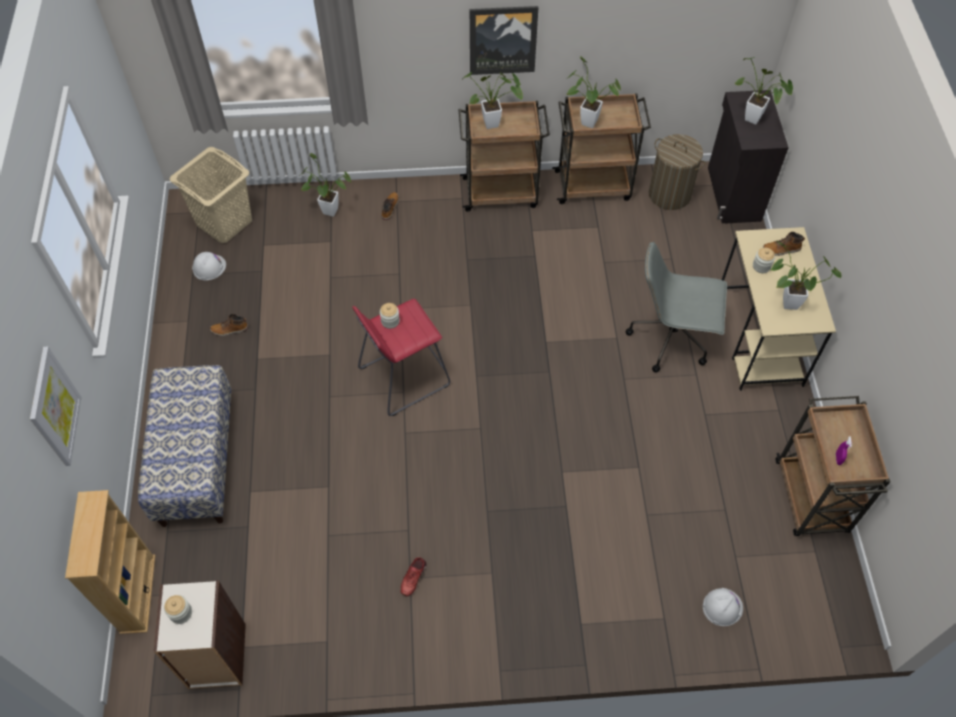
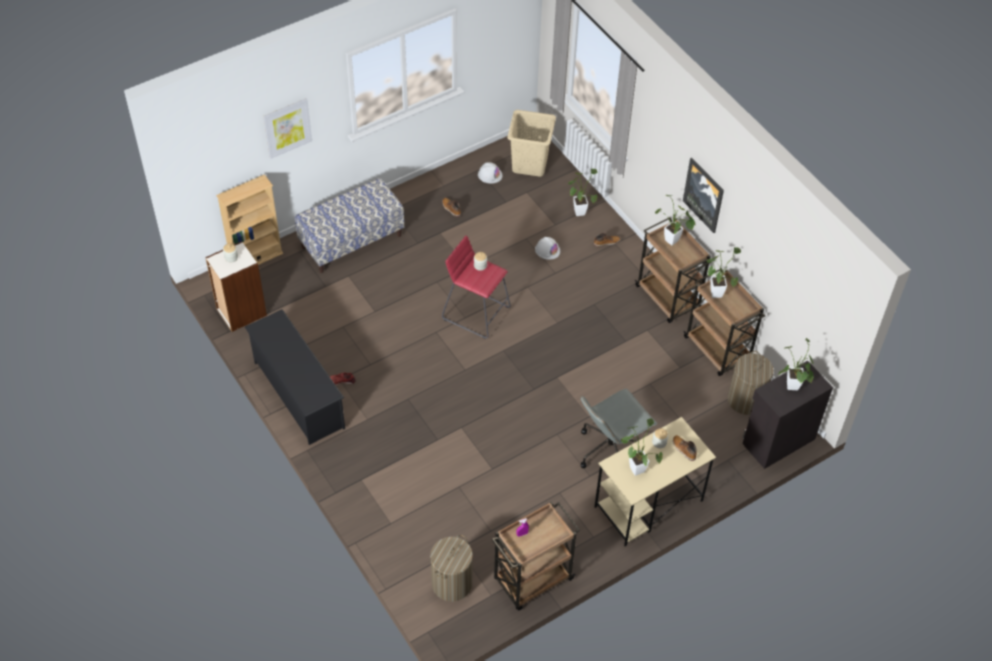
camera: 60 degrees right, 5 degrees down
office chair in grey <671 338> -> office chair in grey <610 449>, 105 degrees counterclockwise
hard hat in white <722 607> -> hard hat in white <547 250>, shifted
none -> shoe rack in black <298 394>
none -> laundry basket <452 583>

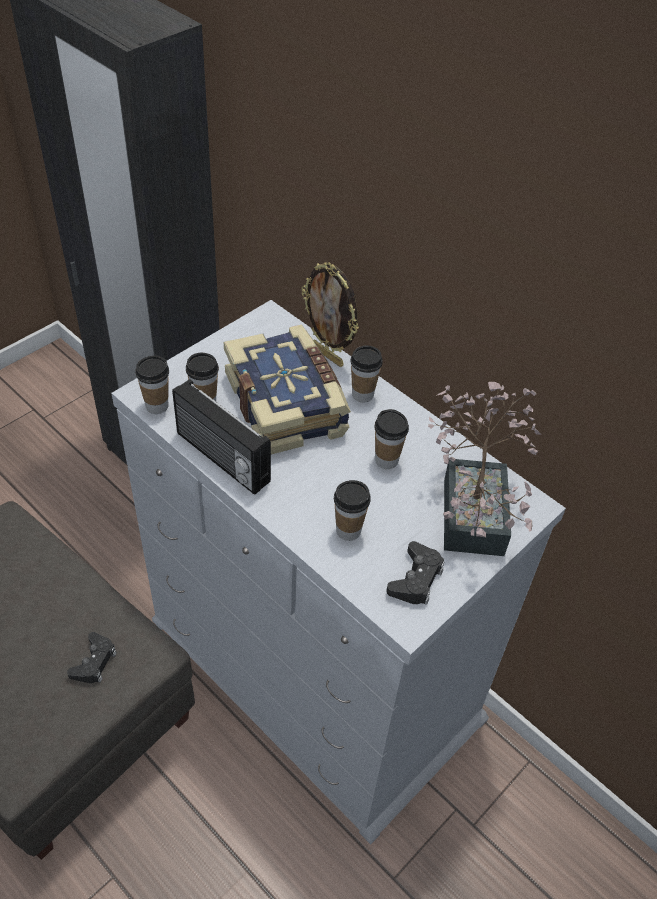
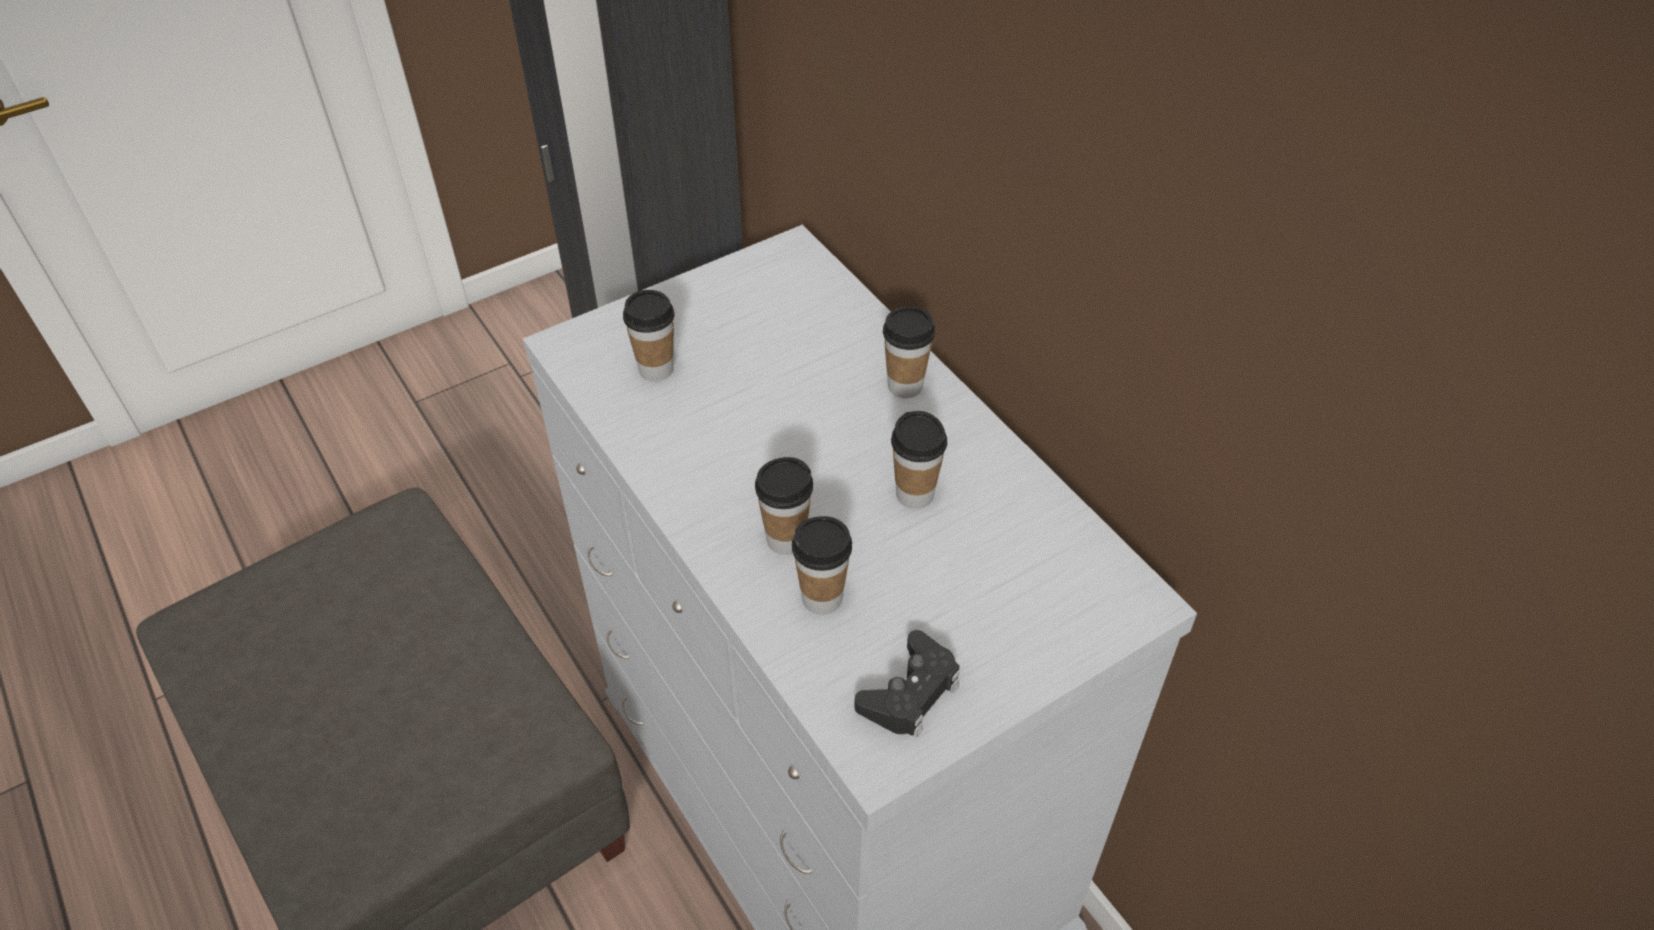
camera: 15 degrees right, 0 degrees up
game controller in black <94 662> -> none
cup <157 406> -> cup <786 539>, shifted
radio <221 458> -> none
book <288 404> -> none
picture frame <328 355> -> none
potted plant <474 506> -> none

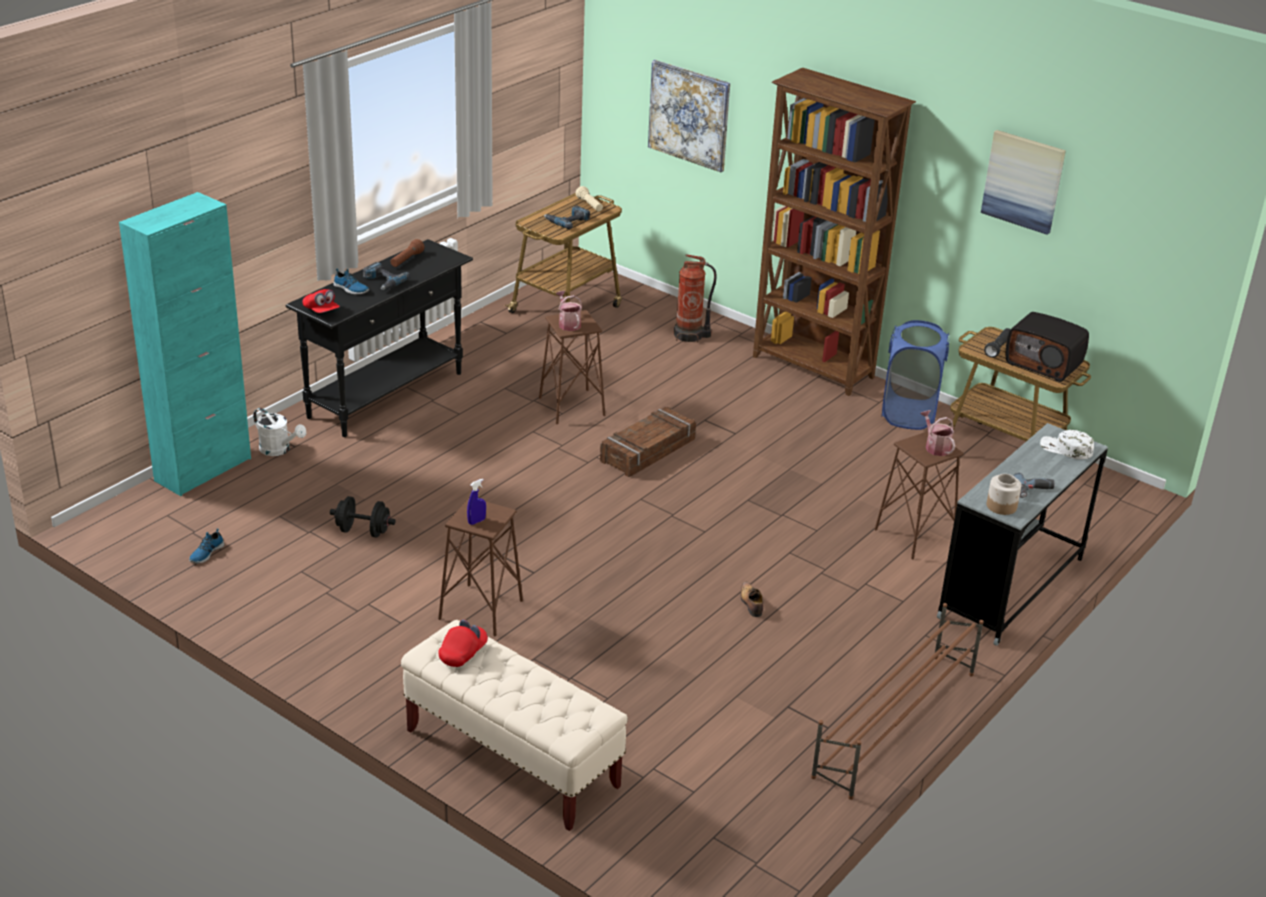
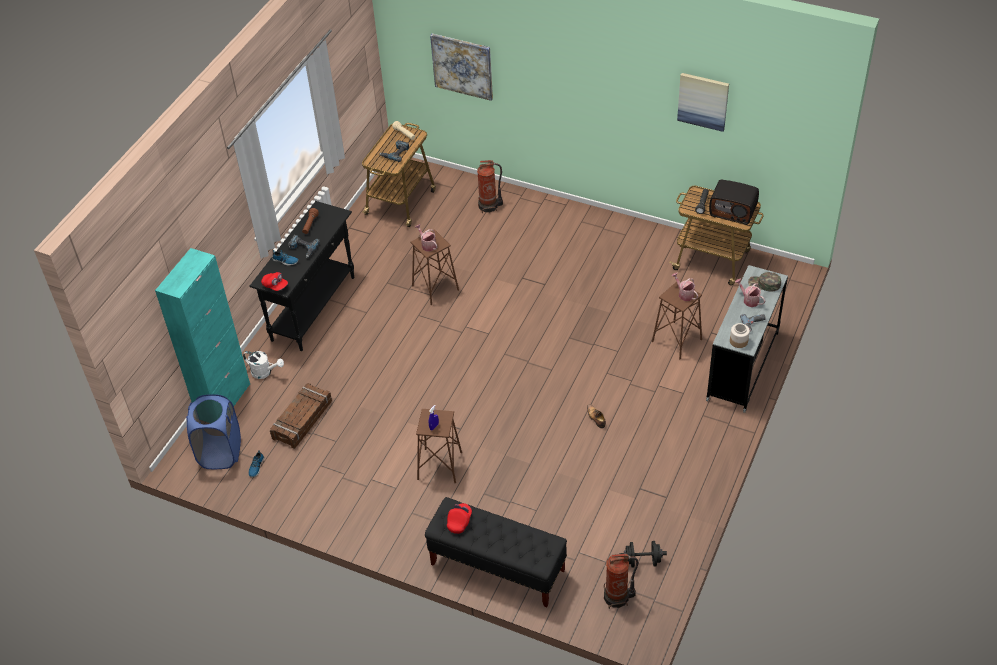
camera: 10 degrees left, 15 degrees up
dumbbell in black <363 531> -> dumbbell in black <642 561>, shifted
bench in beige <511 758> -> bench in black <497 567>
crate <648 451> -> crate <302 420>, shifted
bookcase in brown <813 368> -> none
shoe rack in brown <894 724> -> none
laundry basket in blue <908 414> -> laundry basket in blue <220 452>, shifted
cap in white <1066 449> -> cap in green <764 284>
none -> fire extinguisher <618 597>
none -> watering can <749 300>

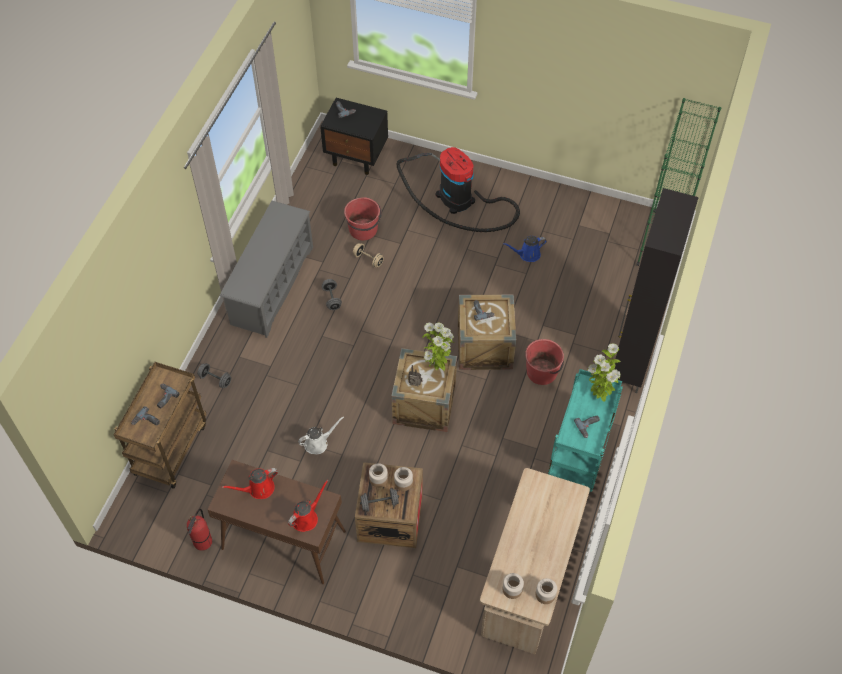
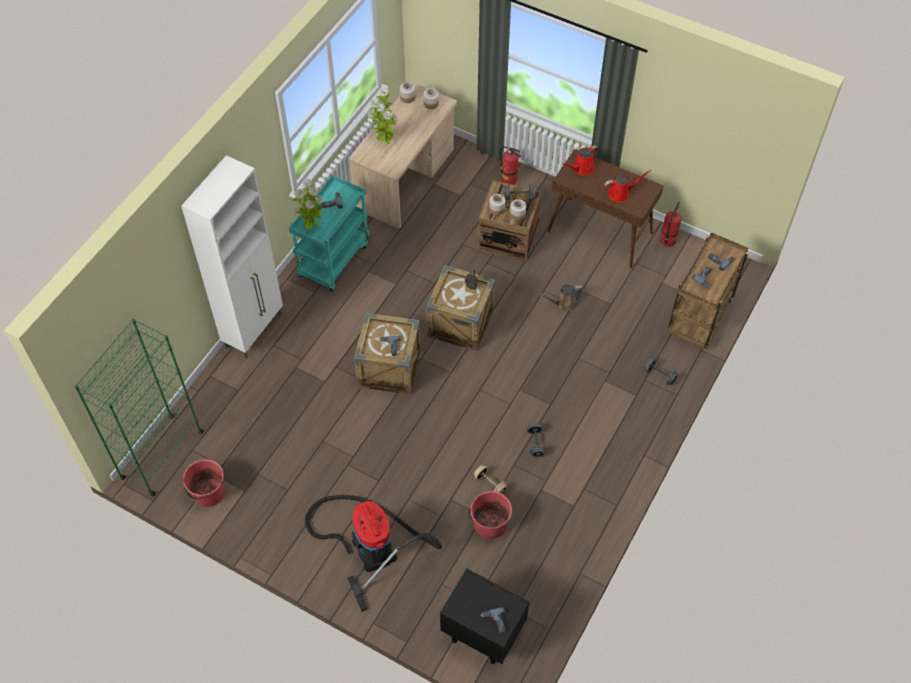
camera: 170 degrees left, 0 degrees up
shoe rack in grey <272 285> -> none
watering can in white <318 443> -> watering can in brown <564 303>
potted plant <436 366> -> potted plant <385 141>, shifted
watering can in blue <527 254> -> none
bucket in red <542 372> -> bucket in red <208 492>, shifted
cabinet in black <630 364> -> cabinet in white <254 330>
none -> fire extinguisher <509 180>

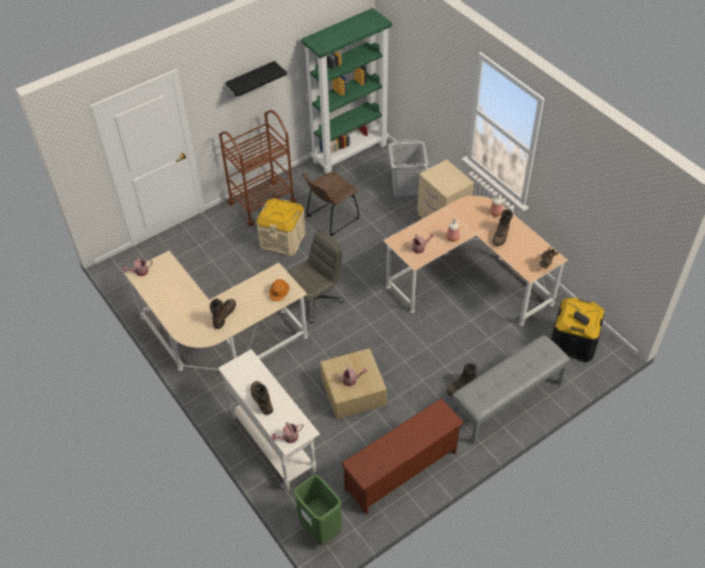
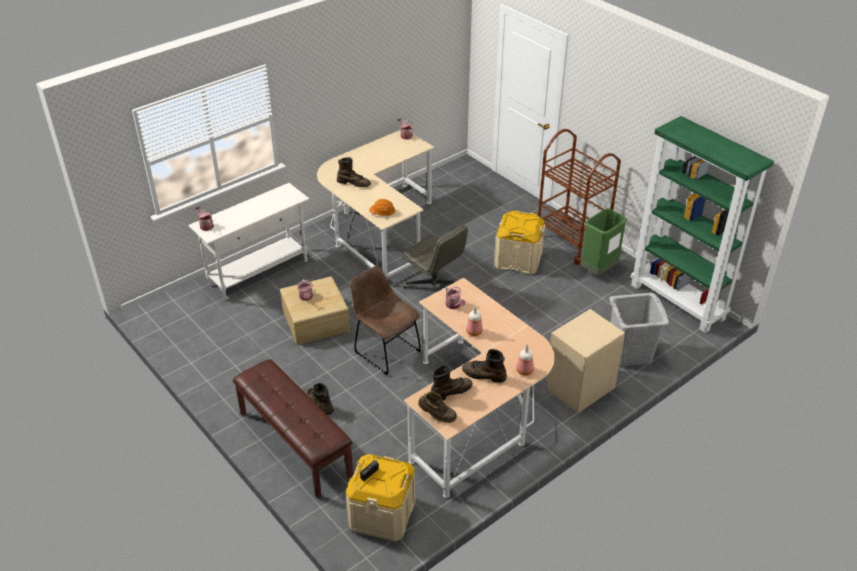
camera: 85 degrees right, 10 degrees down
shelf in black <251 79> -> none
boot in brown <261 399> -> boot in brown <450 392>, shifted
trash can in green <320 529> -> trash can in green <598 270>, shifted
chair in brown <330 219> -> chair in brown <385 350>, shifted
shoe rack in brown <402 472> -> none
bench in grey <507 401> -> bench in brown <294 444>
storage box in black <573 342> -> storage box in beige <382 514>

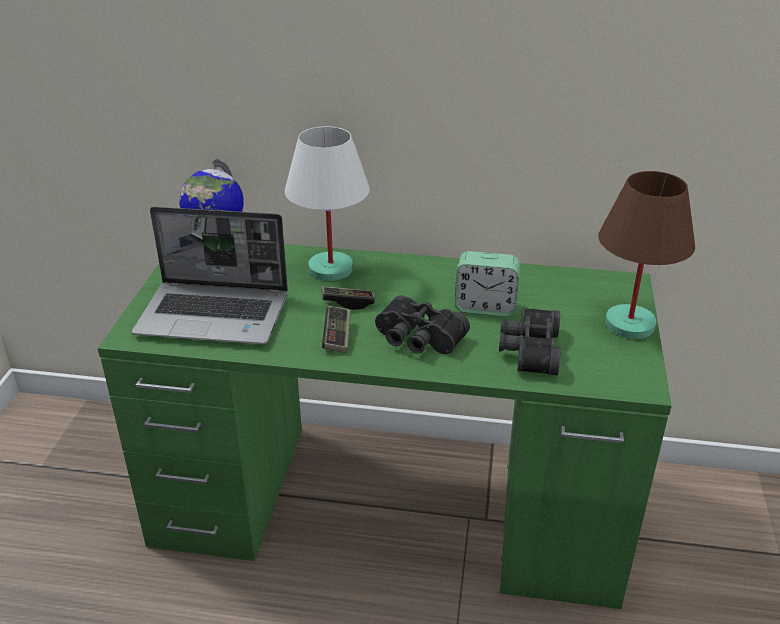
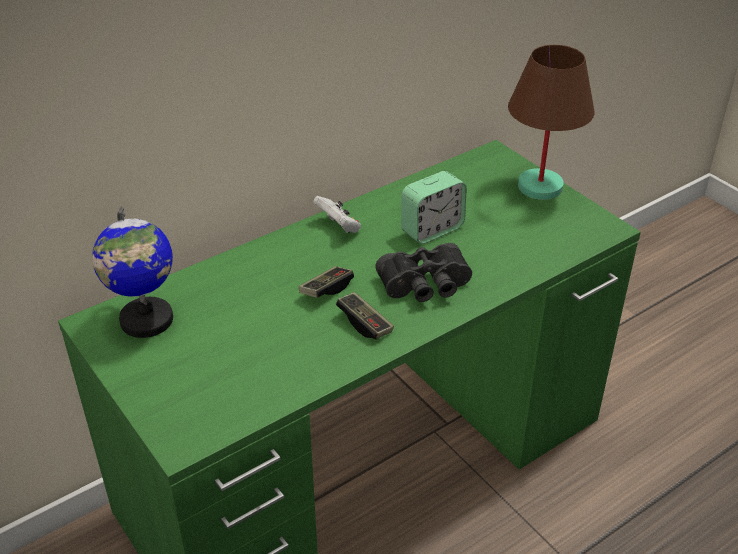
camera: 45 degrees left, 5 degrees up
laptop <215 315> -> none
table lamp in white <331 269> -> none
binoculars in black <528 350> -> none
none -> game controller in white <339 227>

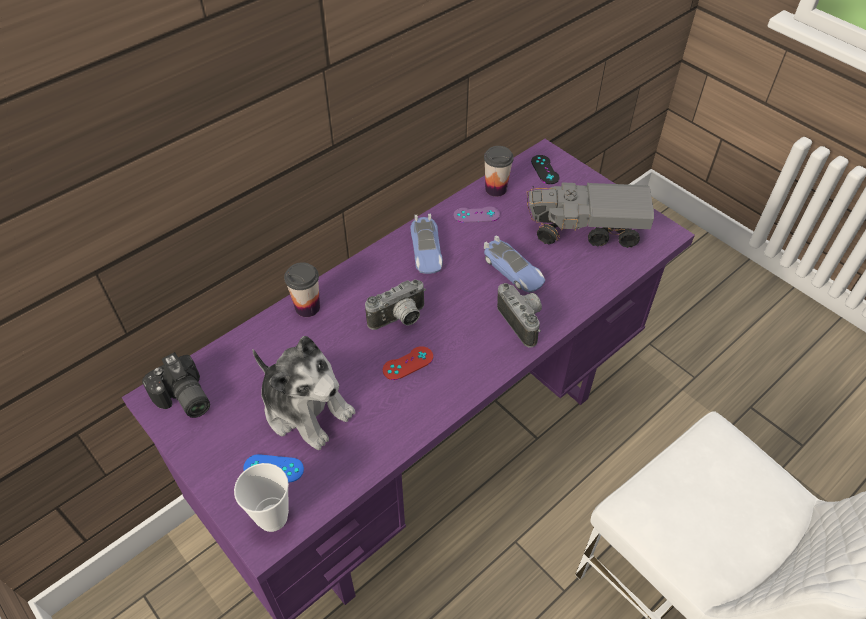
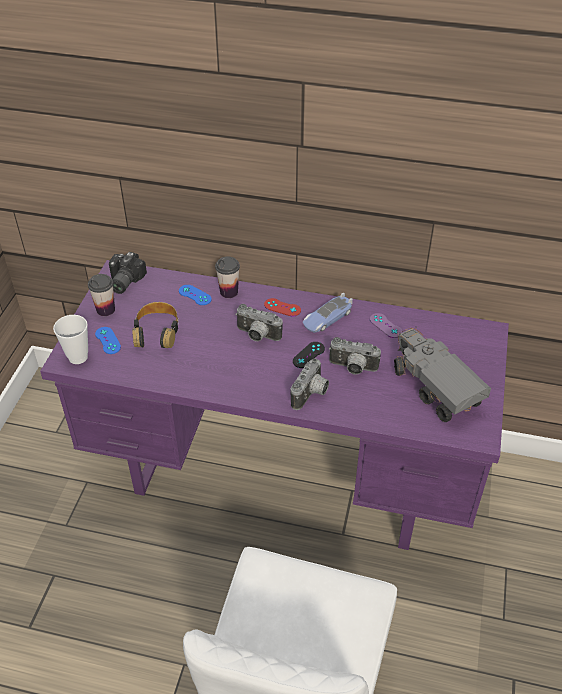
camera: 55 degrees right, 5 degrees down
plush toy <306 409> -> headphones <156 331>
game controller in red <408 363> -> game controller in red <282 307>, shifted
cup <496 189> -> cup <105 310>, shifted
toy car <513 270> -> photo camera <352 368>
game controller in black <545 169> -> game controller in black <308 355>, shifted
none -> game controller in blue <195 295>

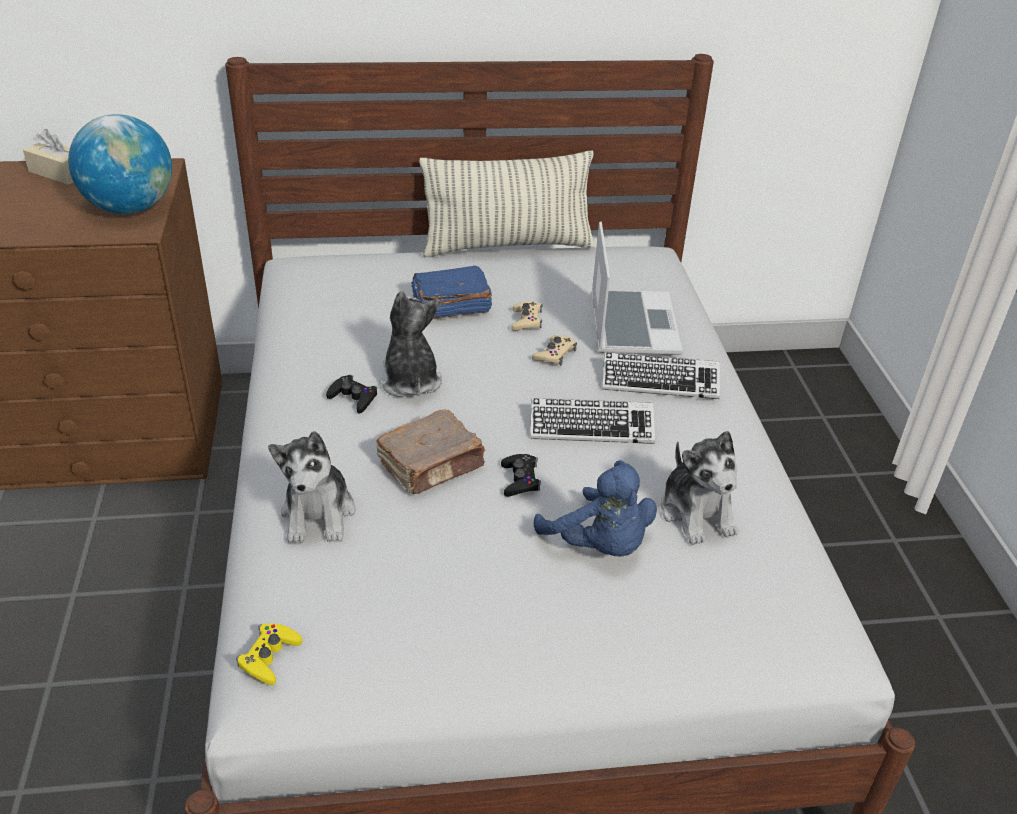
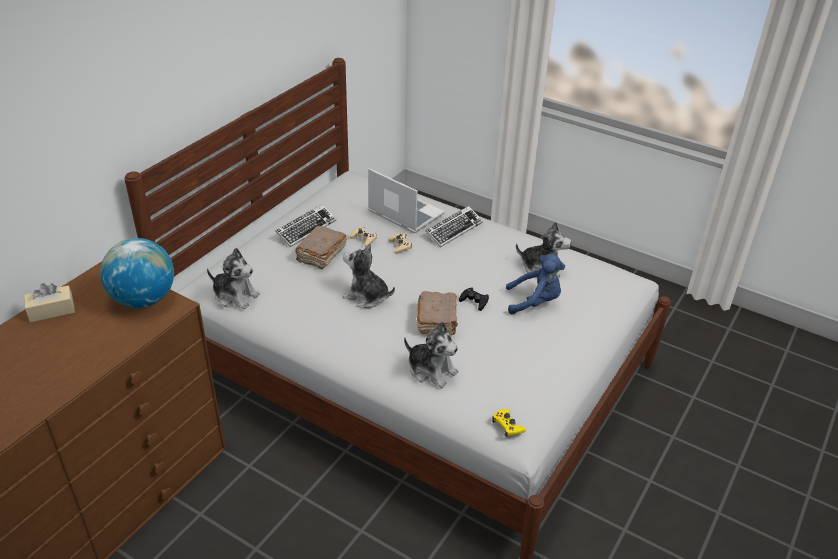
camera: 50 degrees left, 0 degrees up
game controller in black <353 398> -> none
book in blue <450 306> -> book in brown <321 255>
pillow <507 246> -> none
keyboard <591 427> -> keyboard <306 229>, shifted
none -> plush toy <235 296>

